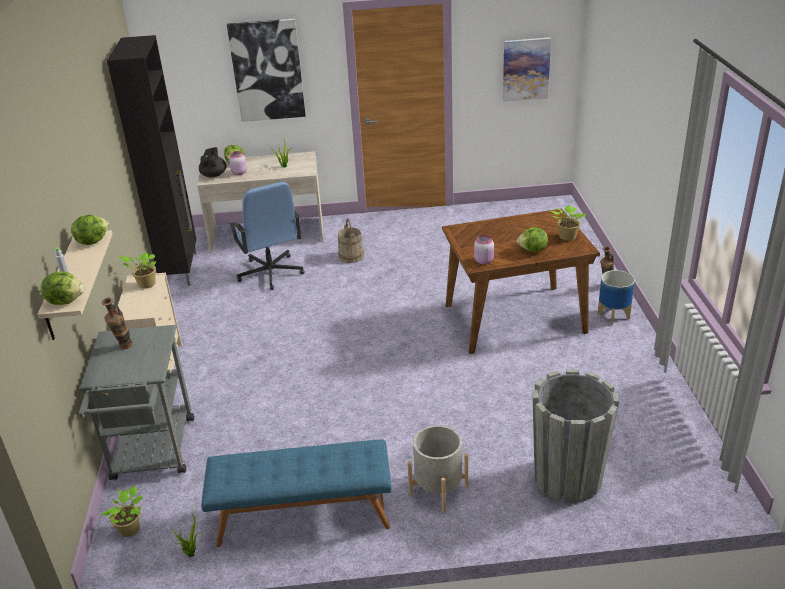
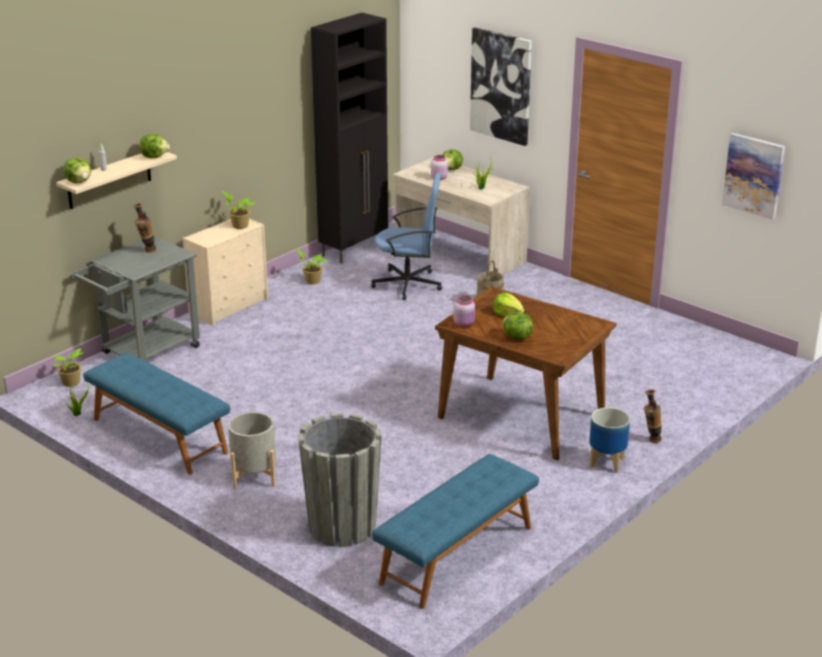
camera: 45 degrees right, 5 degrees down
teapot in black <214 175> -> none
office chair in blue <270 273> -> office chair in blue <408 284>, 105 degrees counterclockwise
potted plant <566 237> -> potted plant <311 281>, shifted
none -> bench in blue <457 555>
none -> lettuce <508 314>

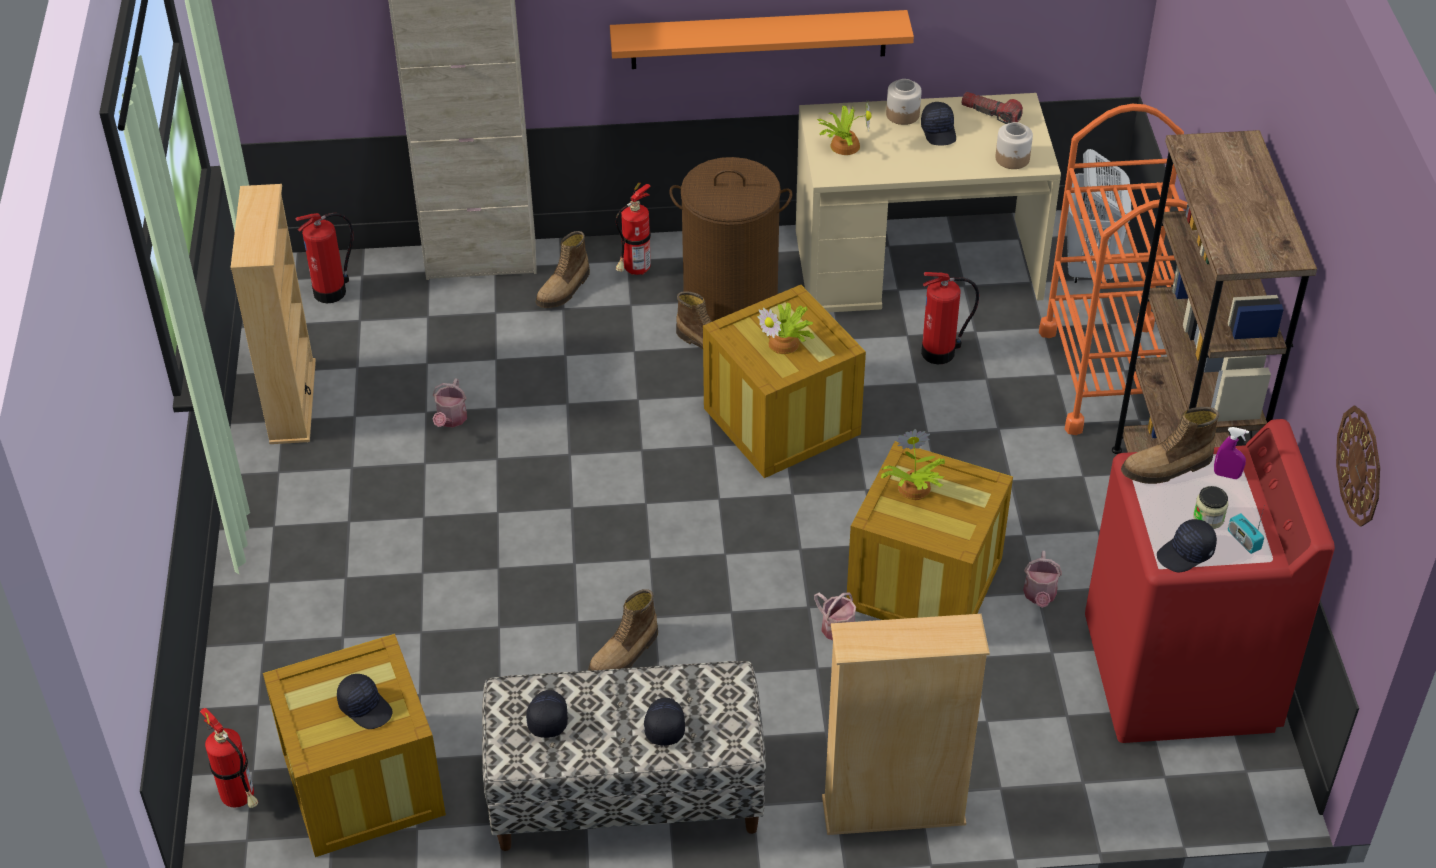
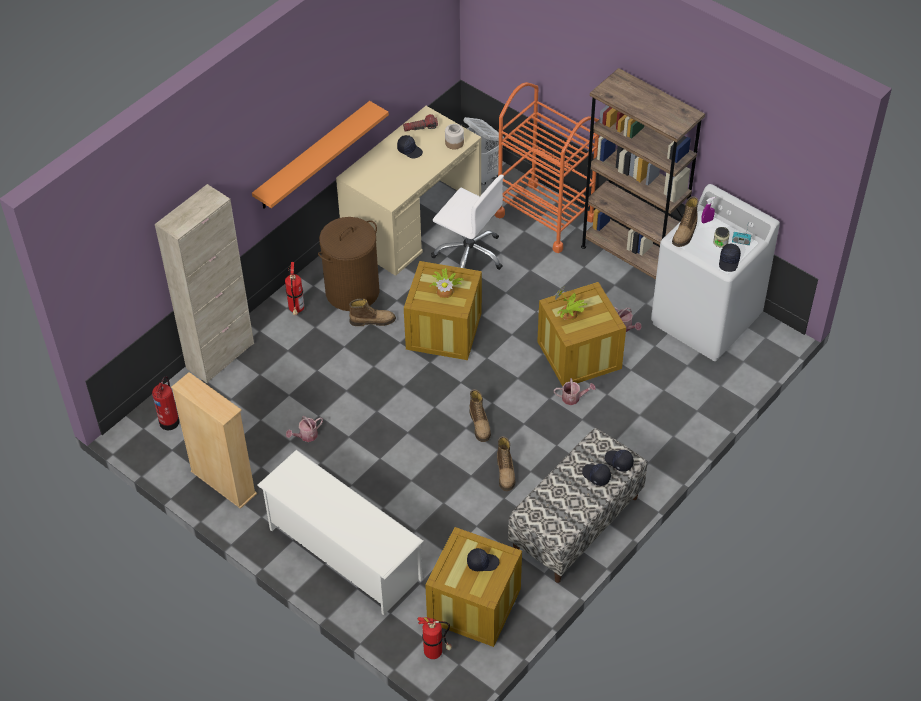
camera: 45 degrees left, 5 degrees up
watering can <450 420> -> watering can <306 436>, 90 degrees clockwise
cap in black <546 717> -> cap in black <618 462>, shifted
boot <564 290> -> boot <480 425>, shifted
potted plant <843 145> -> none
bookcase in beige <893 811> -> none
jar <903 115> -> none
fire extinguisher <941 352> -> office chair in white <469 254>
washing machine in red <1180 676> -> washing machine in white <706 320>
wall clock <1360 465> -> none
none -> shoe rack in white <343 554>

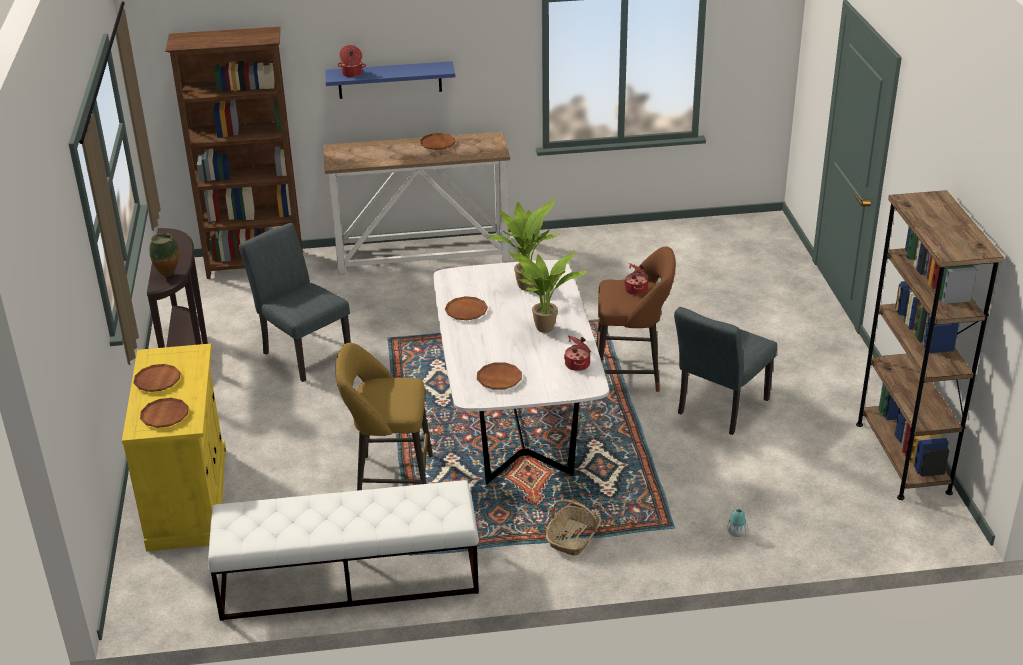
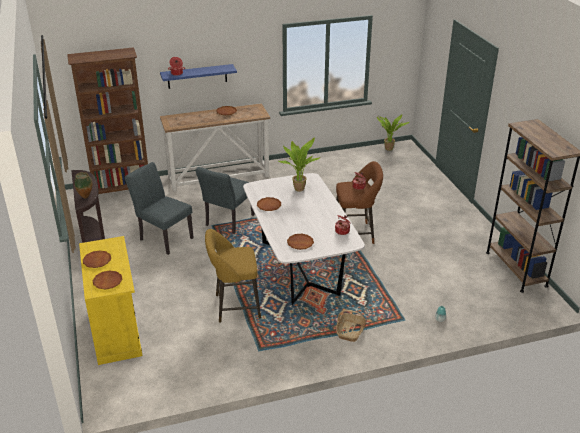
camera: 10 degrees left, 0 degrees up
bench in white <348 579> -> none
potted plant <544 331> -> potted plant <389 150>, shifted
chair in grey <718 410> -> chair in grey <227 222>, shifted

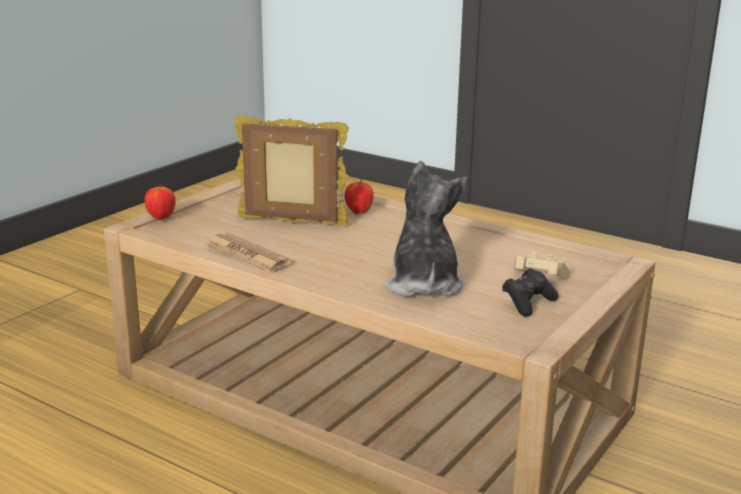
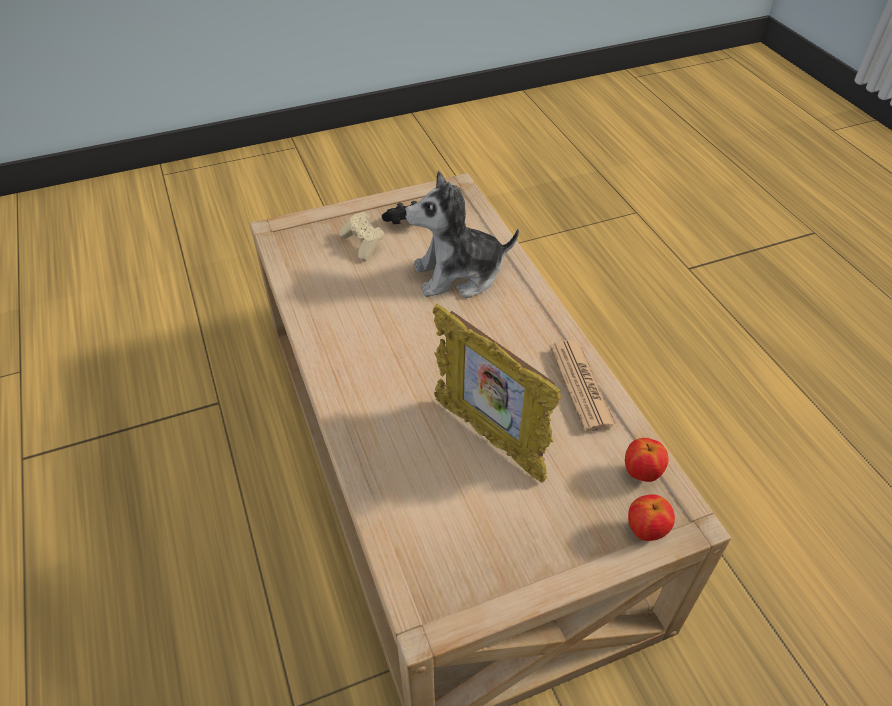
camera: 145 degrees left, 25 degrees up
apple <358 212> -> apple <641 473>, shifted
plush toy <423 284> -> plush toy <458 275>, 45 degrees clockwise

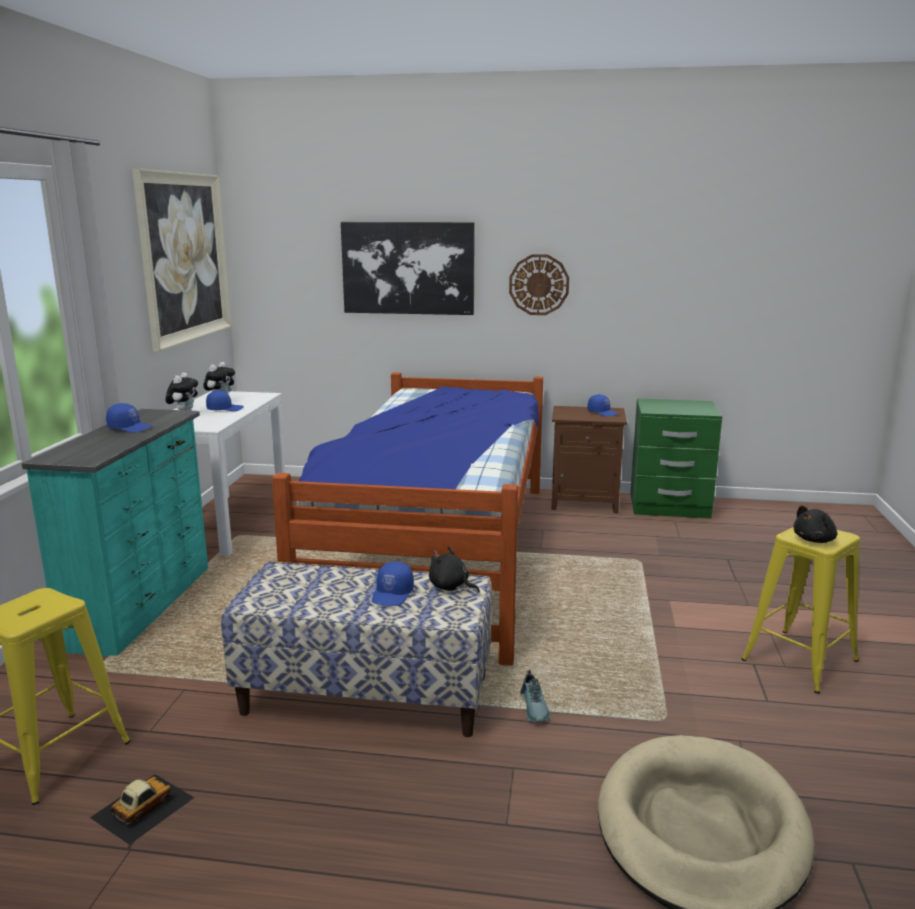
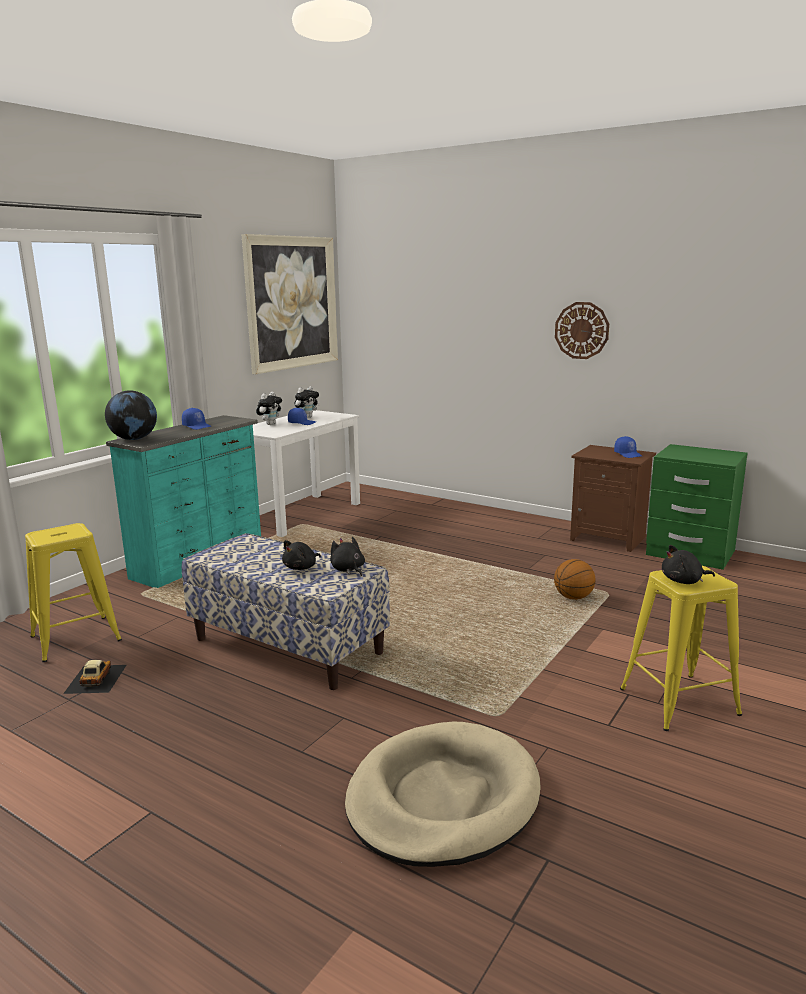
camera: 25 degrees right, 0 degrees up
toy car <142 807> -> toy car <95 679>, 60 degrees counterclockwise
bed <437 552> -> none
picture <408 268> -> none
cap in blue <393 594> -> plush toy in black <301 567>
shoe <535 707> -> none
none -> globe <134 439>
none -> basketball <573 597>

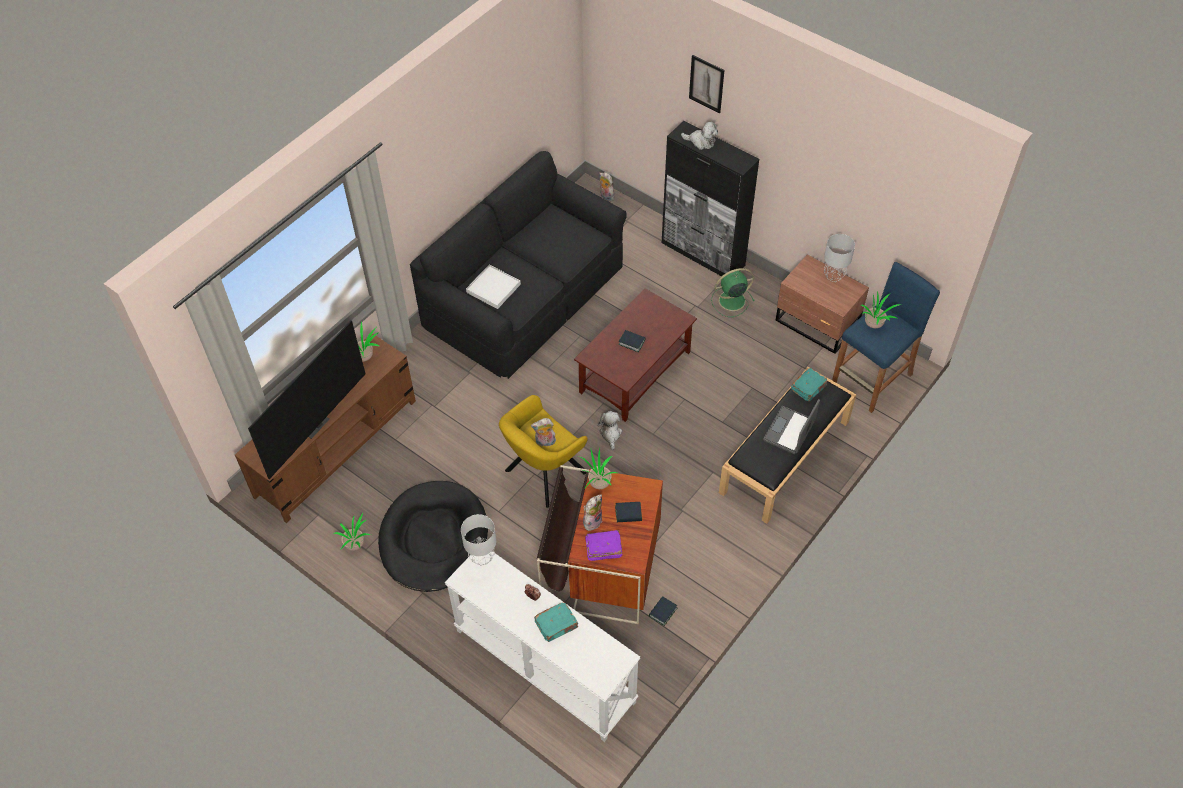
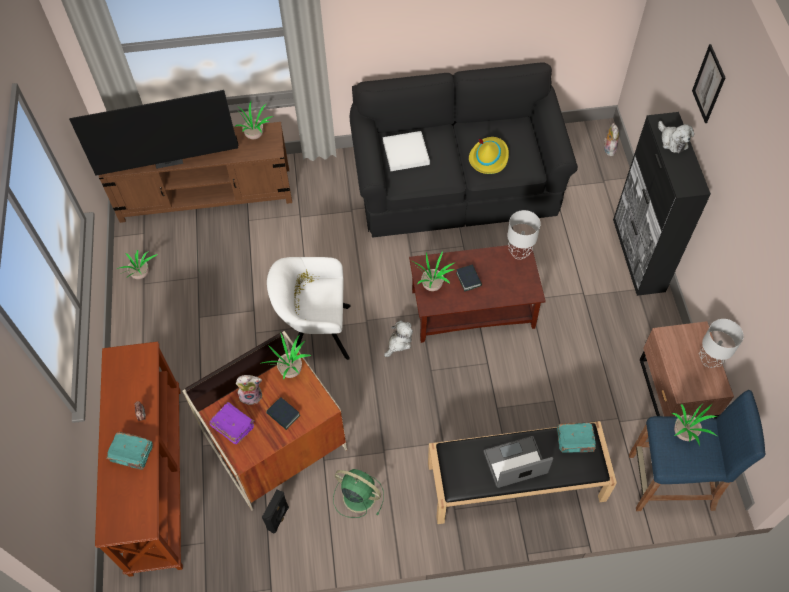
camera: 45 degrees right, 5 degrees up
dog bed in black <433 539> -> none
console table in white <543 666> -> console table in brown <154 478>
table lamp in grey <481 558> -> table lamp in grey <518 252>, shifted
armchair in yellow <542 474> -> armchair in white <315 331>
plush toy <545 442> -> none
book <662 612> -> speaker in black <279 518>
fan in green <730 301> -> fan in green <357 495>, shifted
none -> potted plant <432 284>
none -> hat in yellow <489 158>

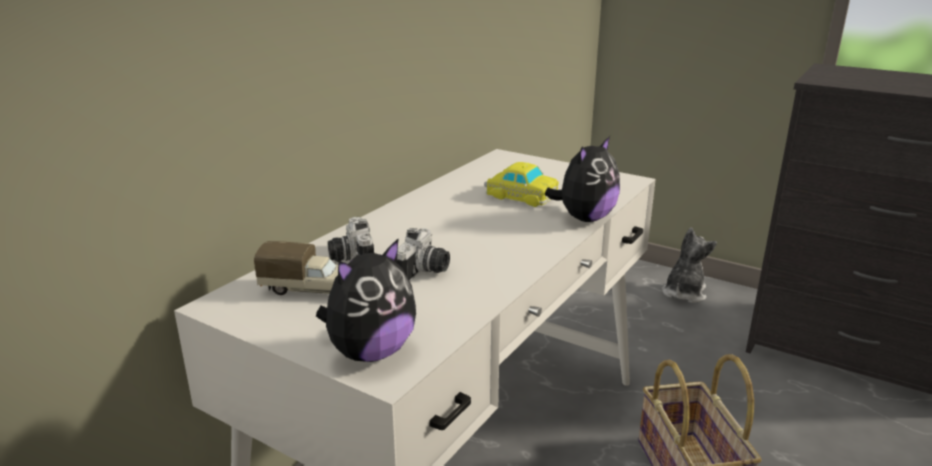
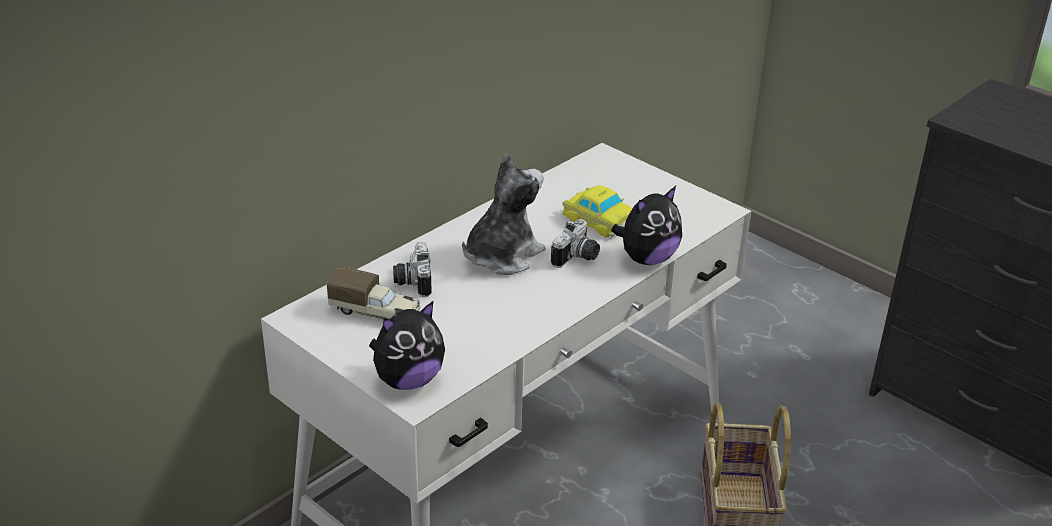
camera: 10 degrees right, 10 degrees up
photo camera <425 273> -> photo camera <577 258>, shifted
plush toy <684 293> -> plush toy <502 256>, shifted

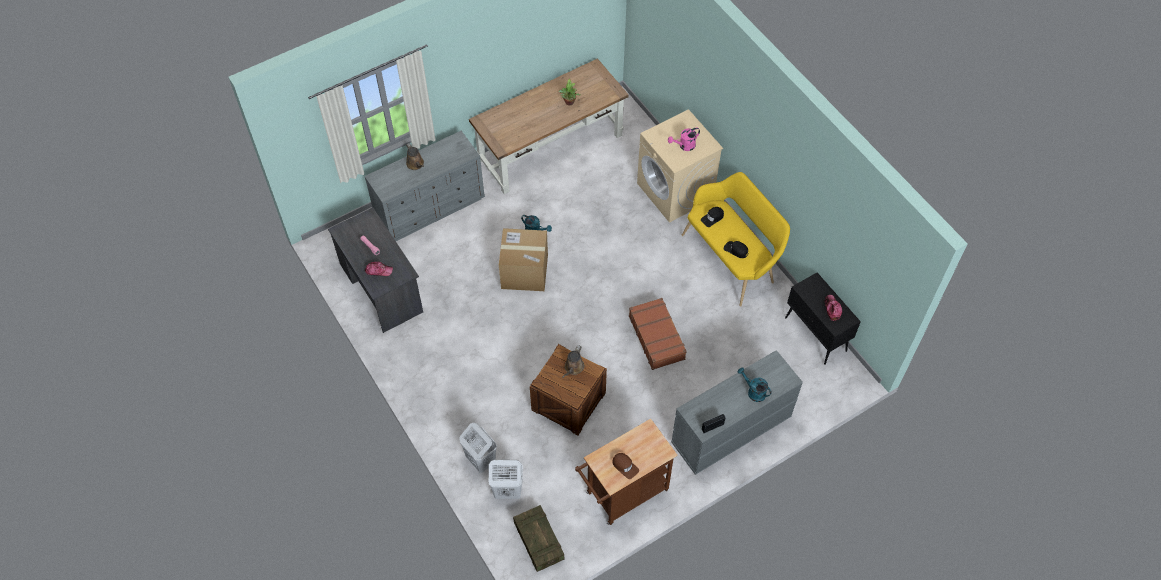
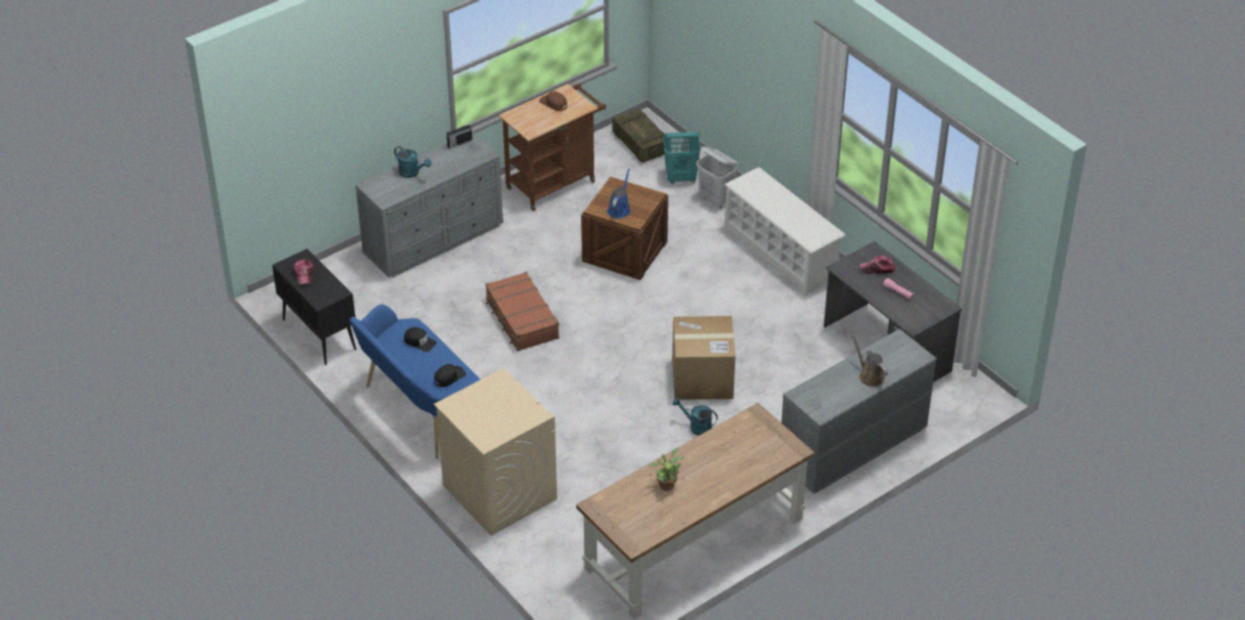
camera: 175 degrees right, 15 degrees down
laundry basket in white <507 491> -> laundry basket in turquoise <681 178>
watering can in brown <573 368> -> watering can in blue <619 209>
watering can in pink <684 146> -> none
bench in yellow <732 258> -> bench in blue <420 411>
none -> shoe rack in white <781 254>

